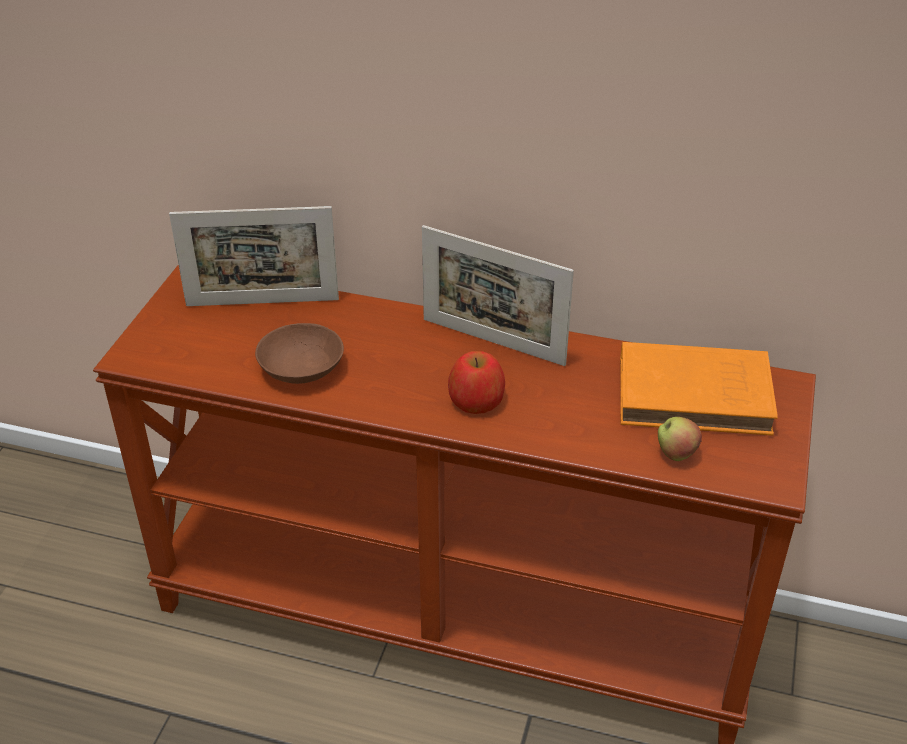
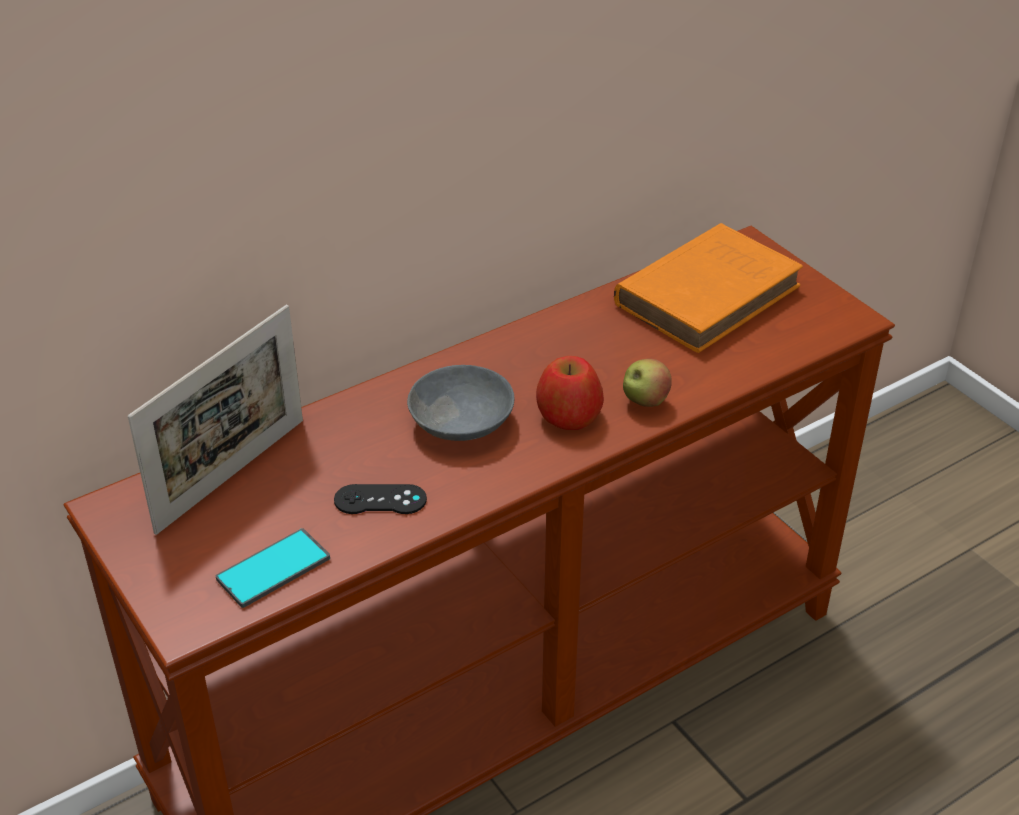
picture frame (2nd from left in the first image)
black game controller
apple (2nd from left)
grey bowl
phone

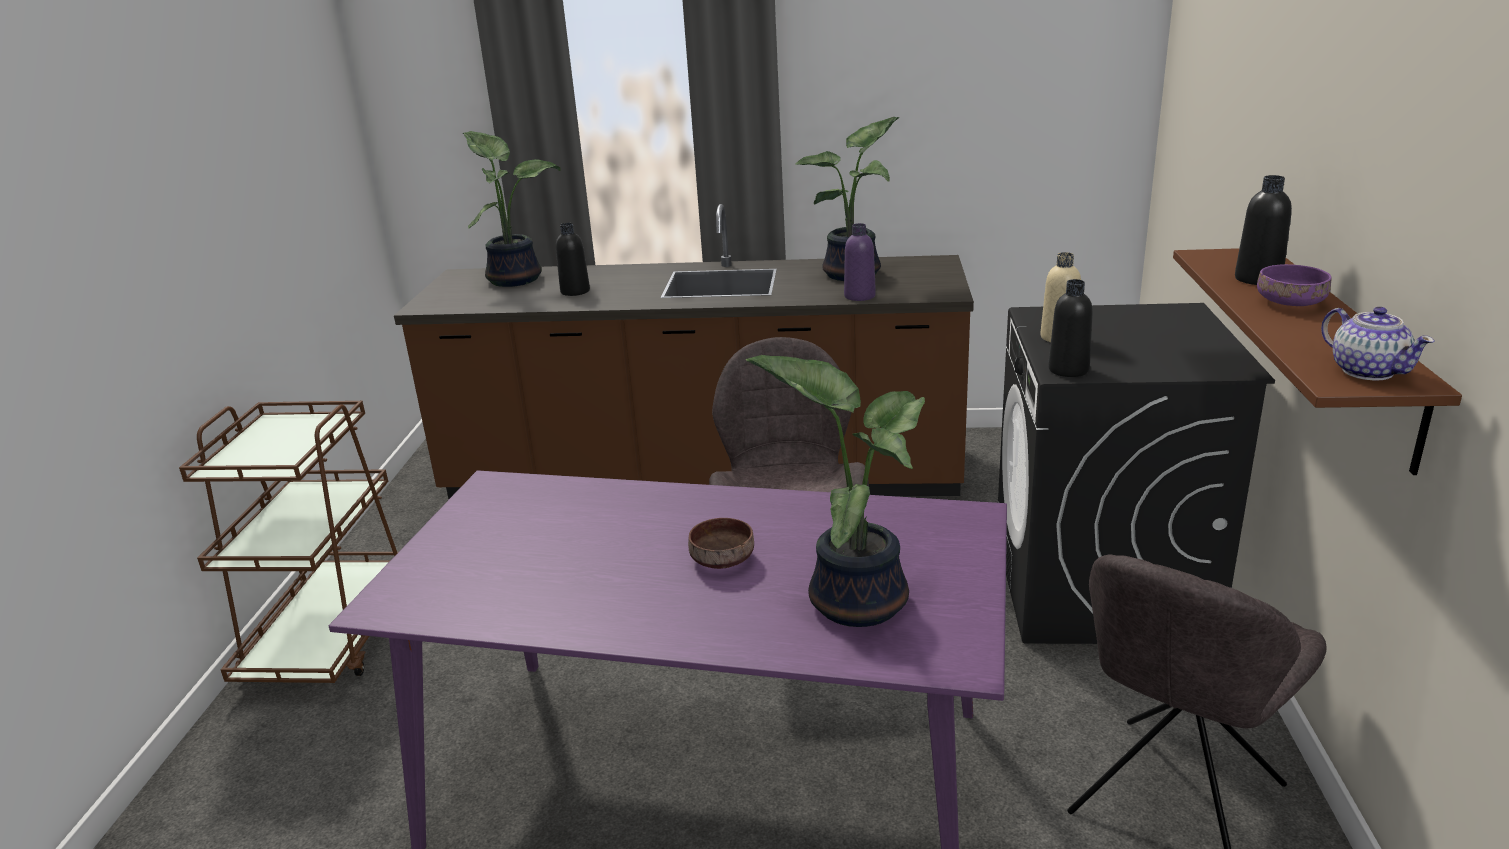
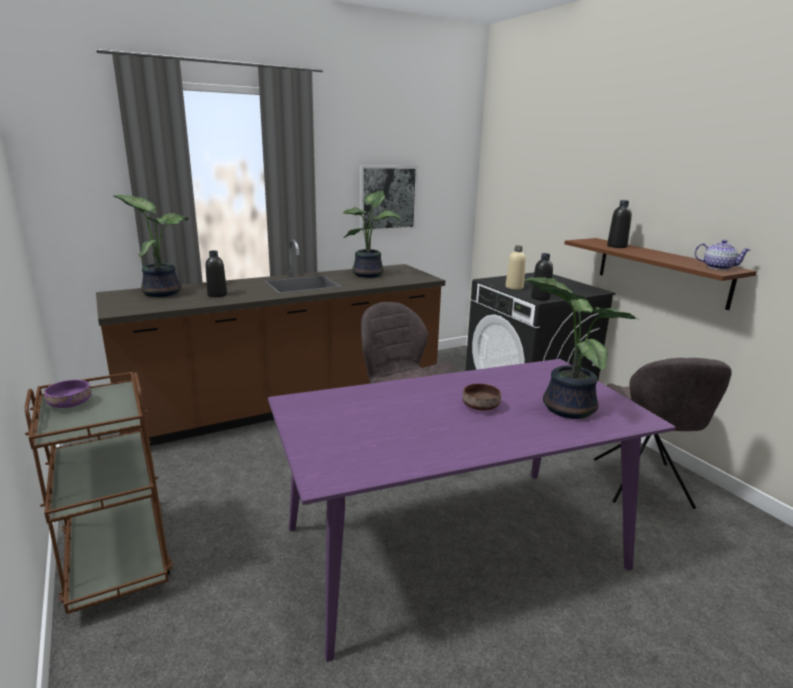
purple bottle
purple bowl
picture

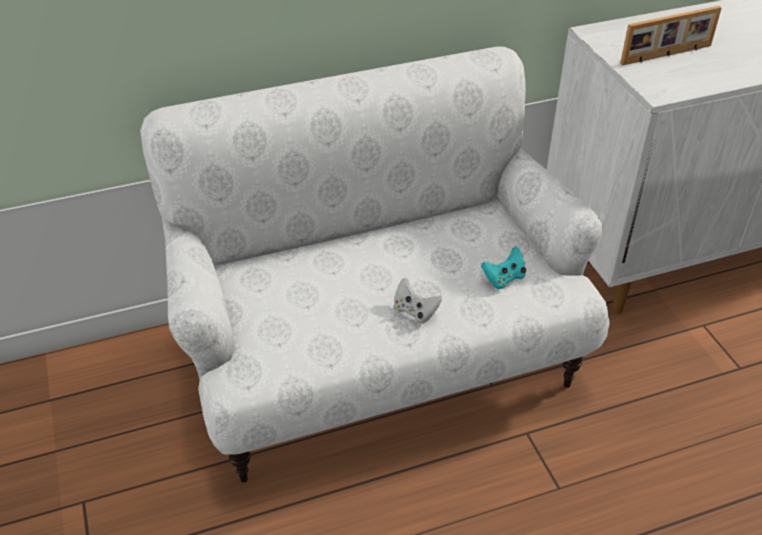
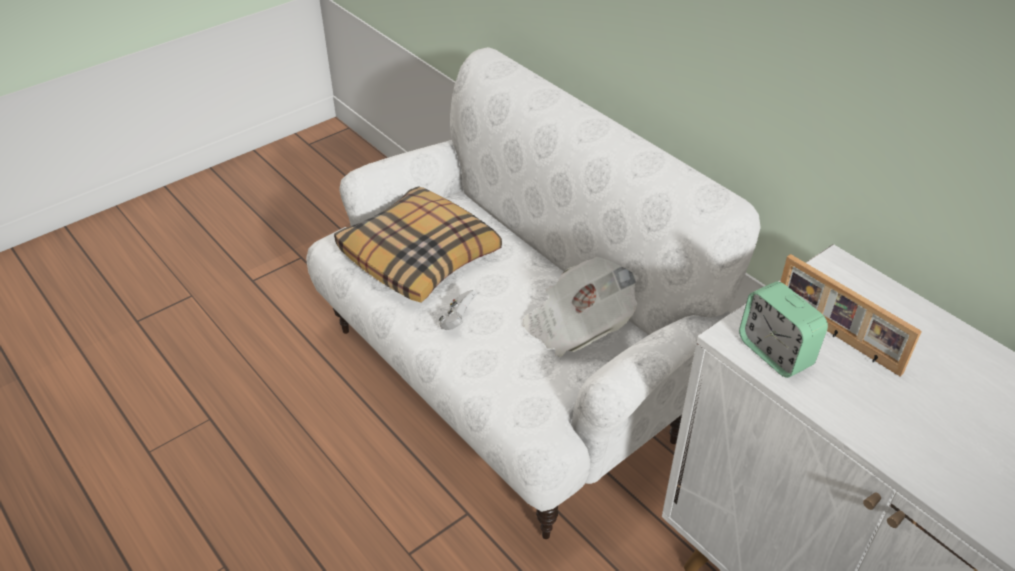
turquoise game controller
pillow
newspaper
alarm clock

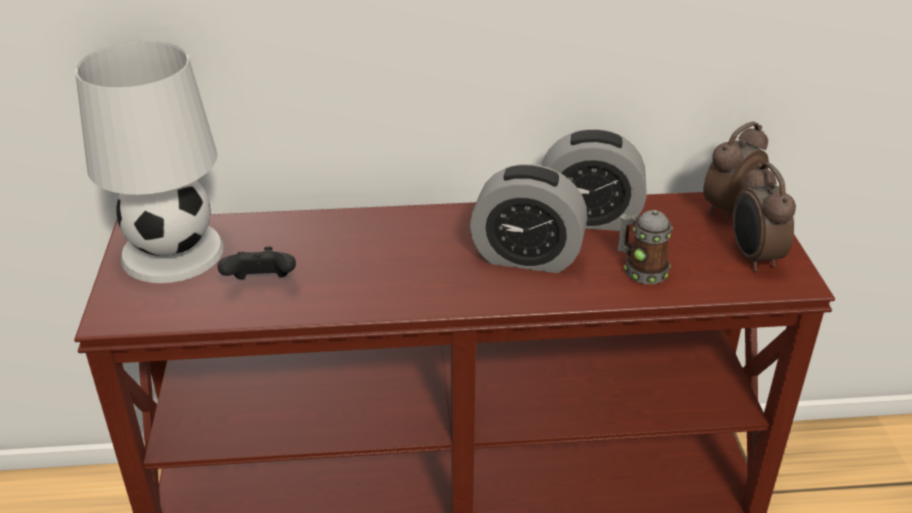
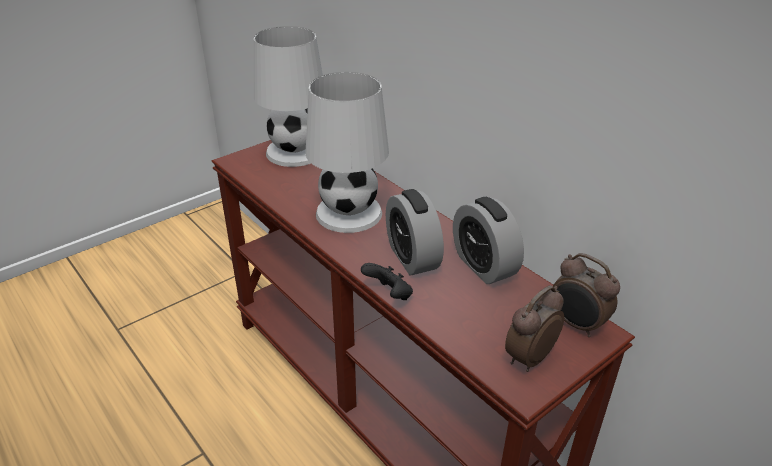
alarm clock (4th from left)
mug
black game controller
white table lamp (2nd from left)

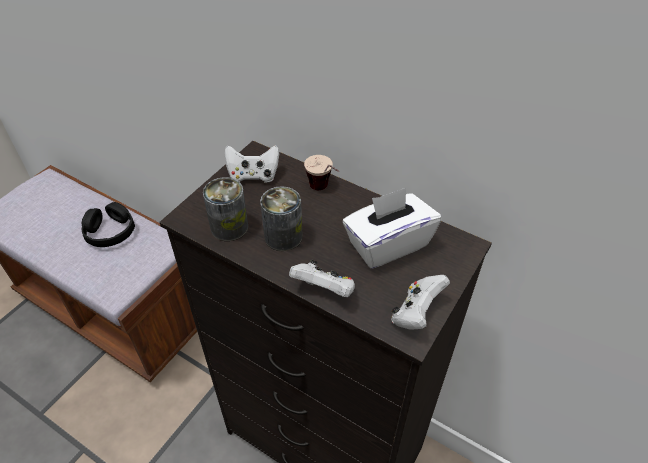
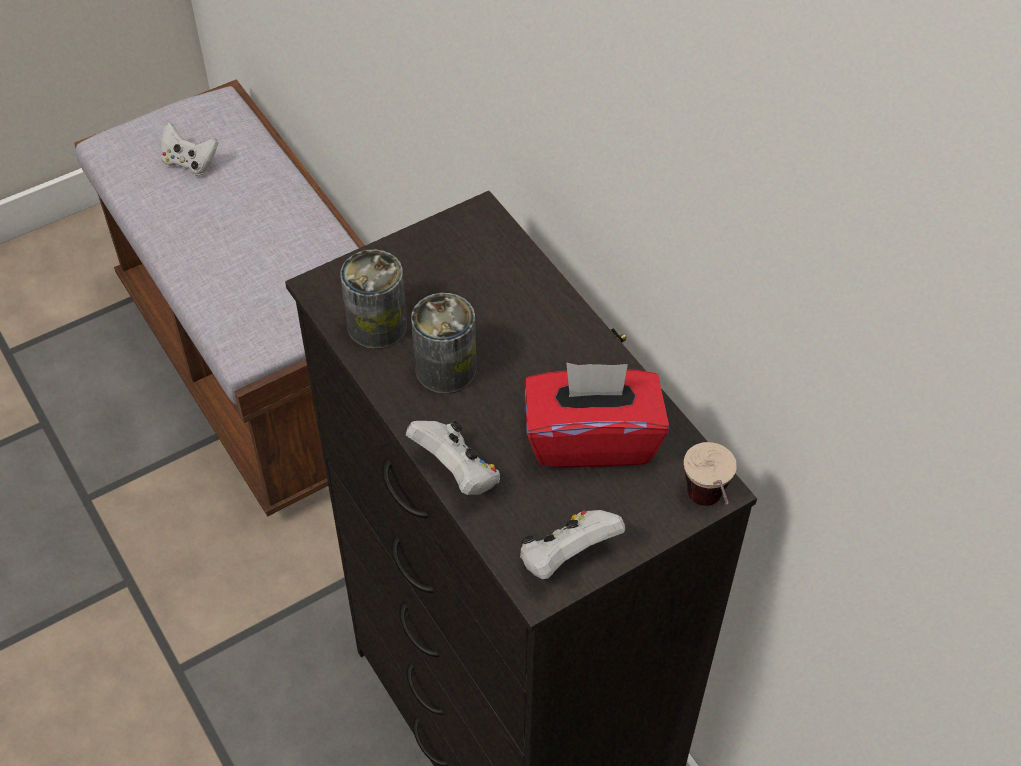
white game controller (1st from left)
cup
red tissue box
black headphones

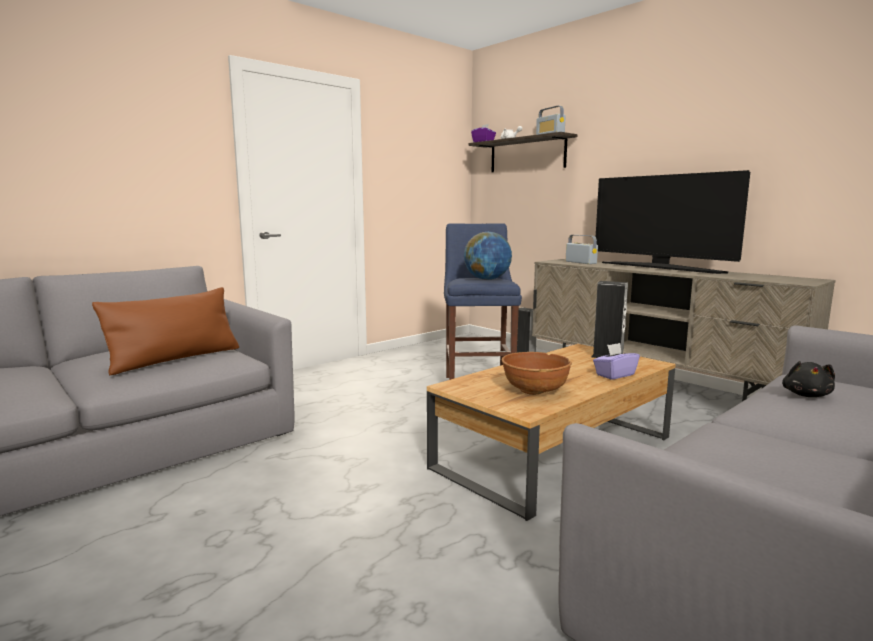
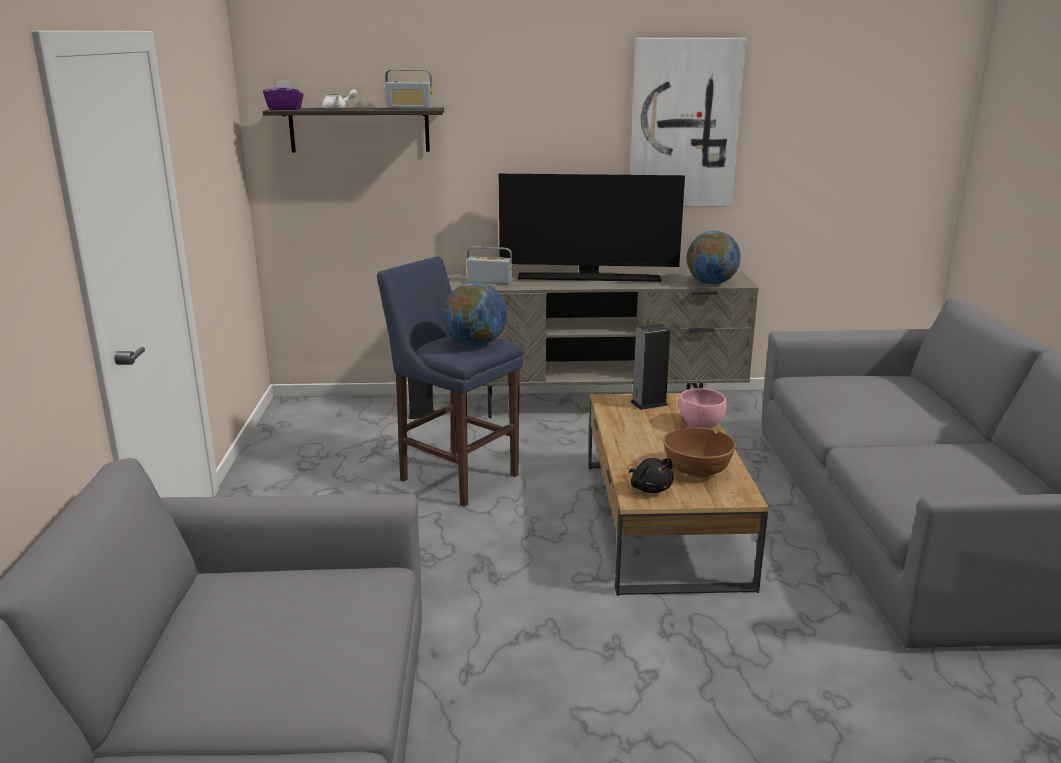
brown pillow
pink bowl
black plush toy
picture
globe (2nd from left)

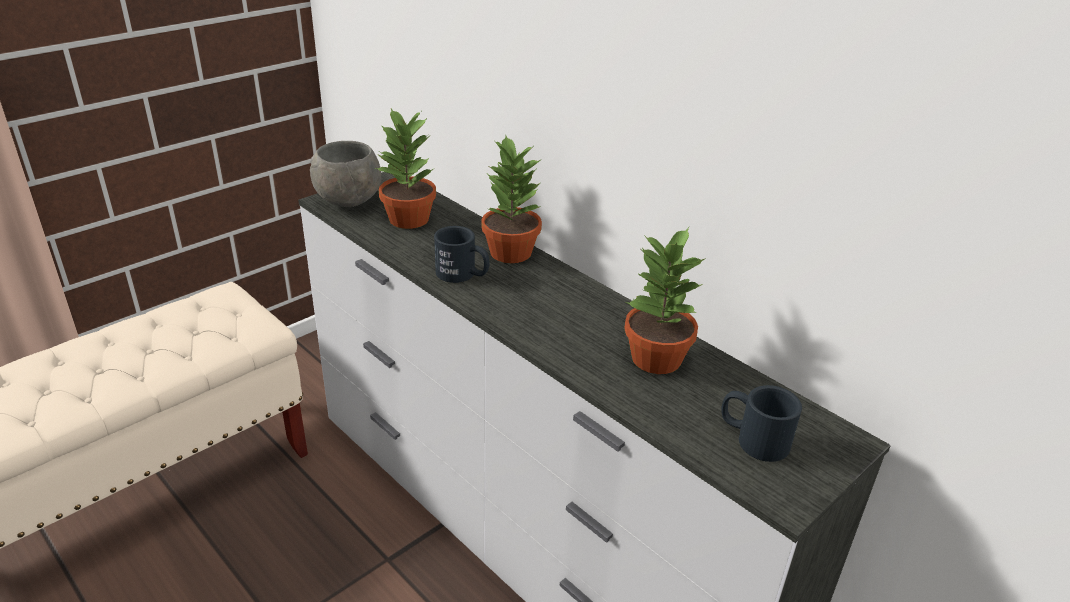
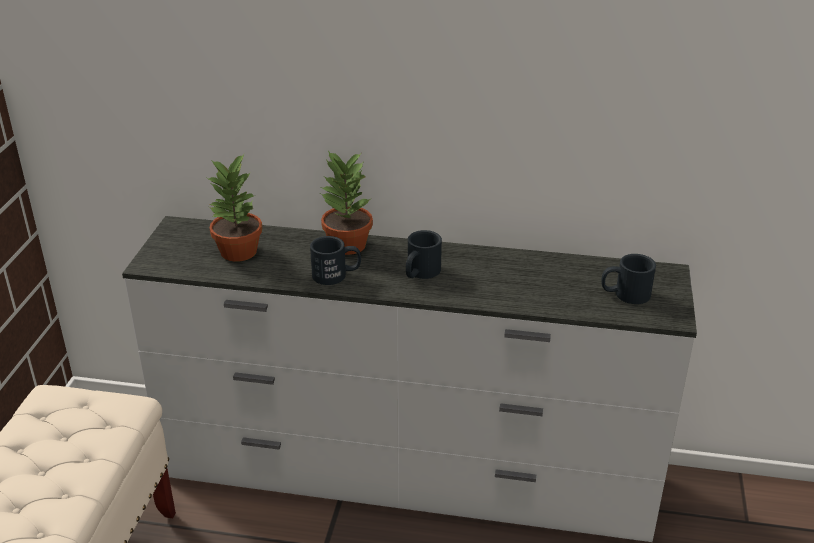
grey bowl
potted plant (3rd from left in the first image)
black mug (2nd from left)

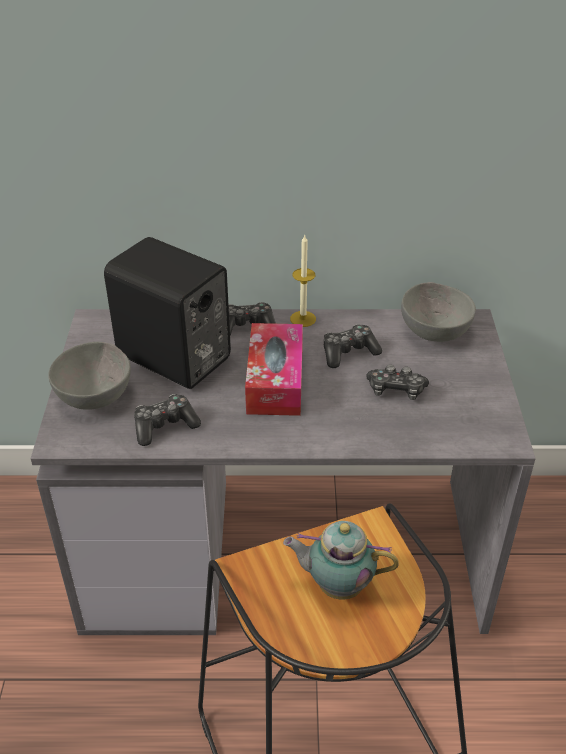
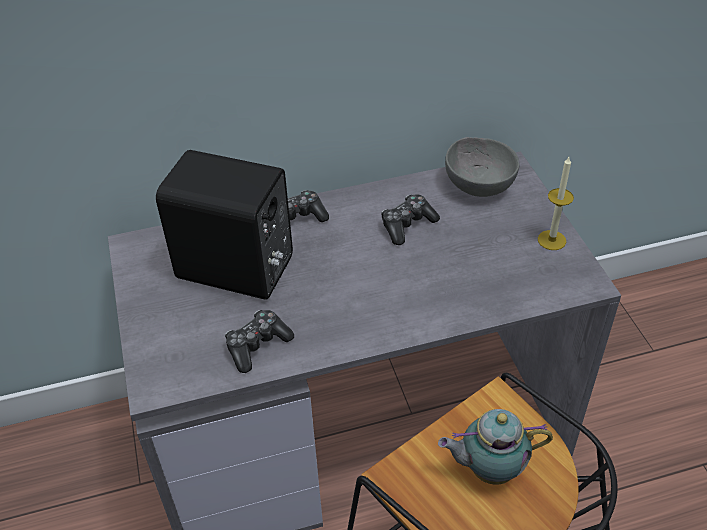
candle
tissue box
grey bowl (1st from left in the first image)
game controller (4th from left in the first image)

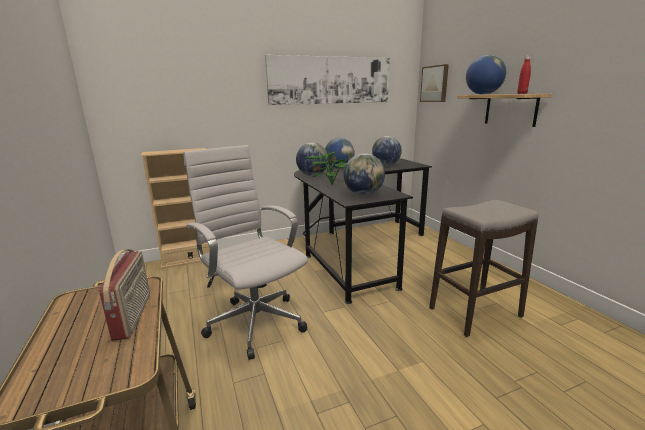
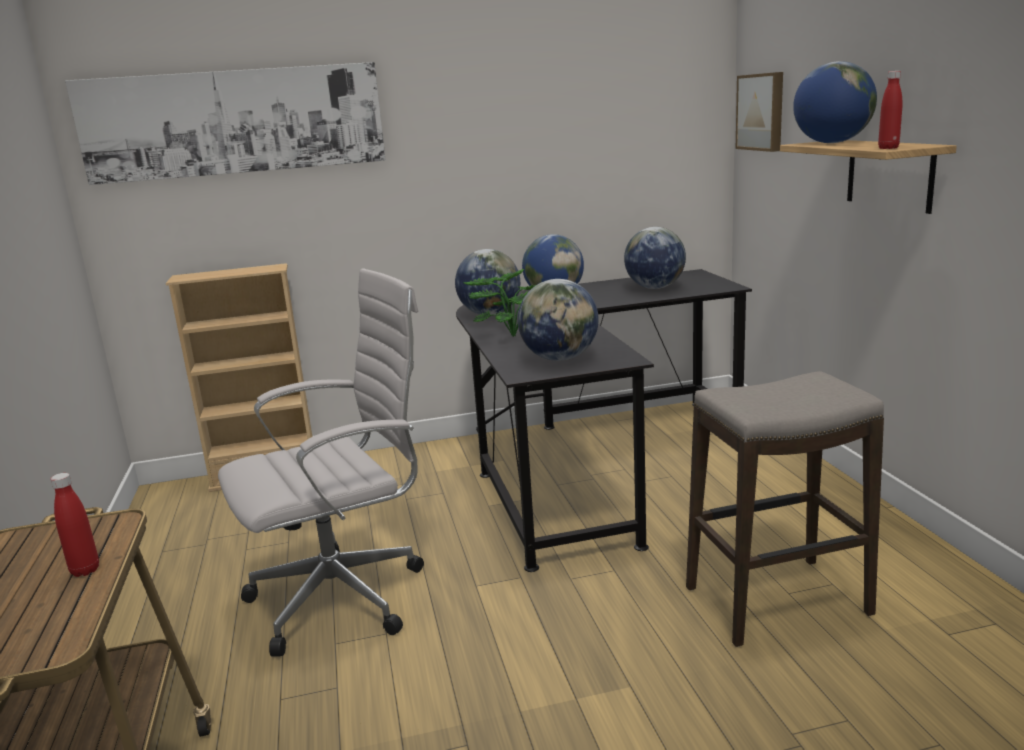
picture (1st from left)
white office chair
red bottle (1st from left)

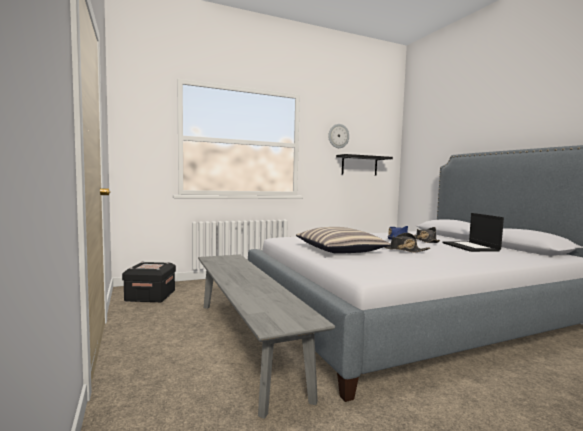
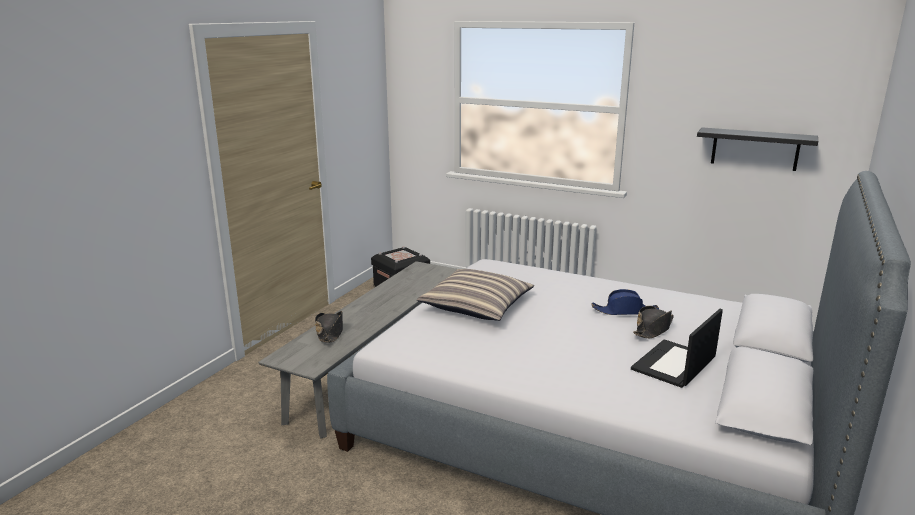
wall clock
black hat (1st from left)

